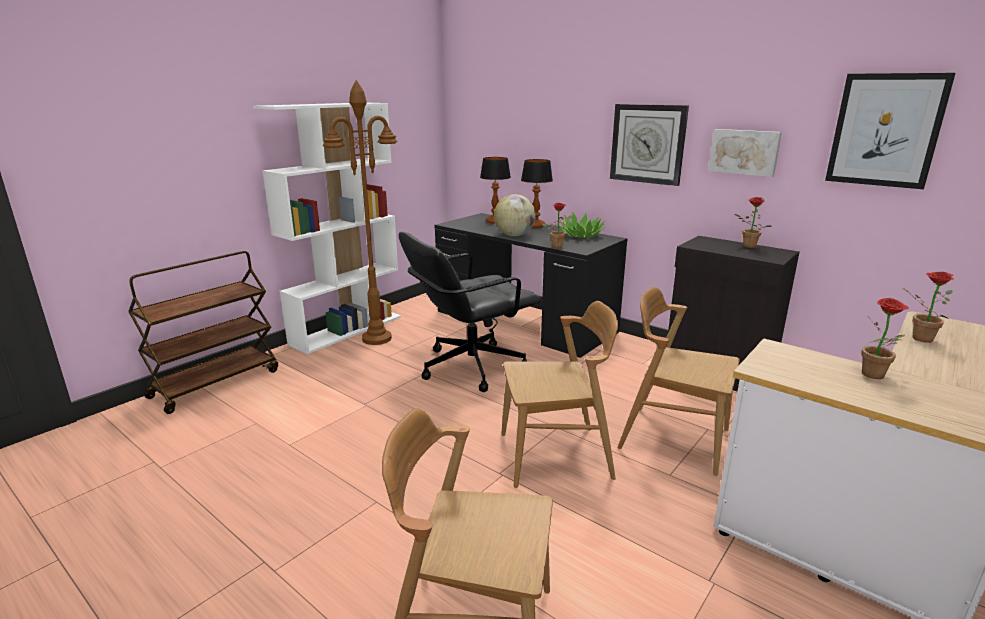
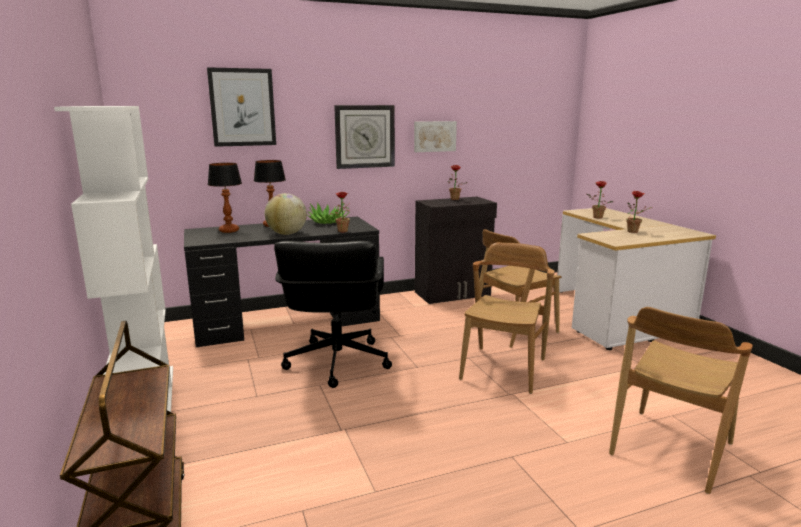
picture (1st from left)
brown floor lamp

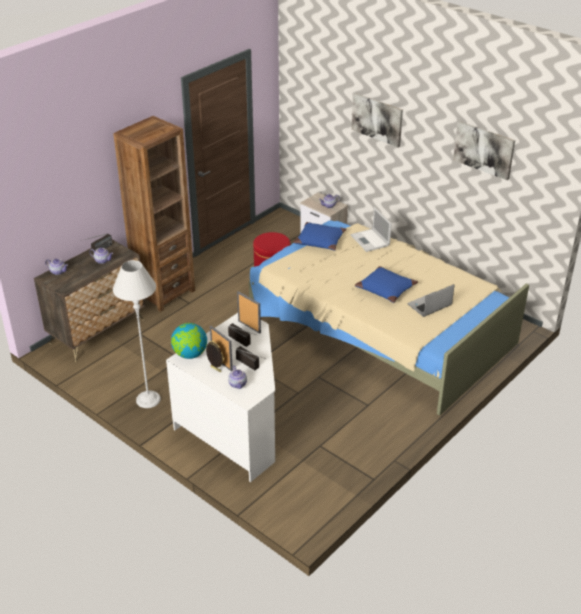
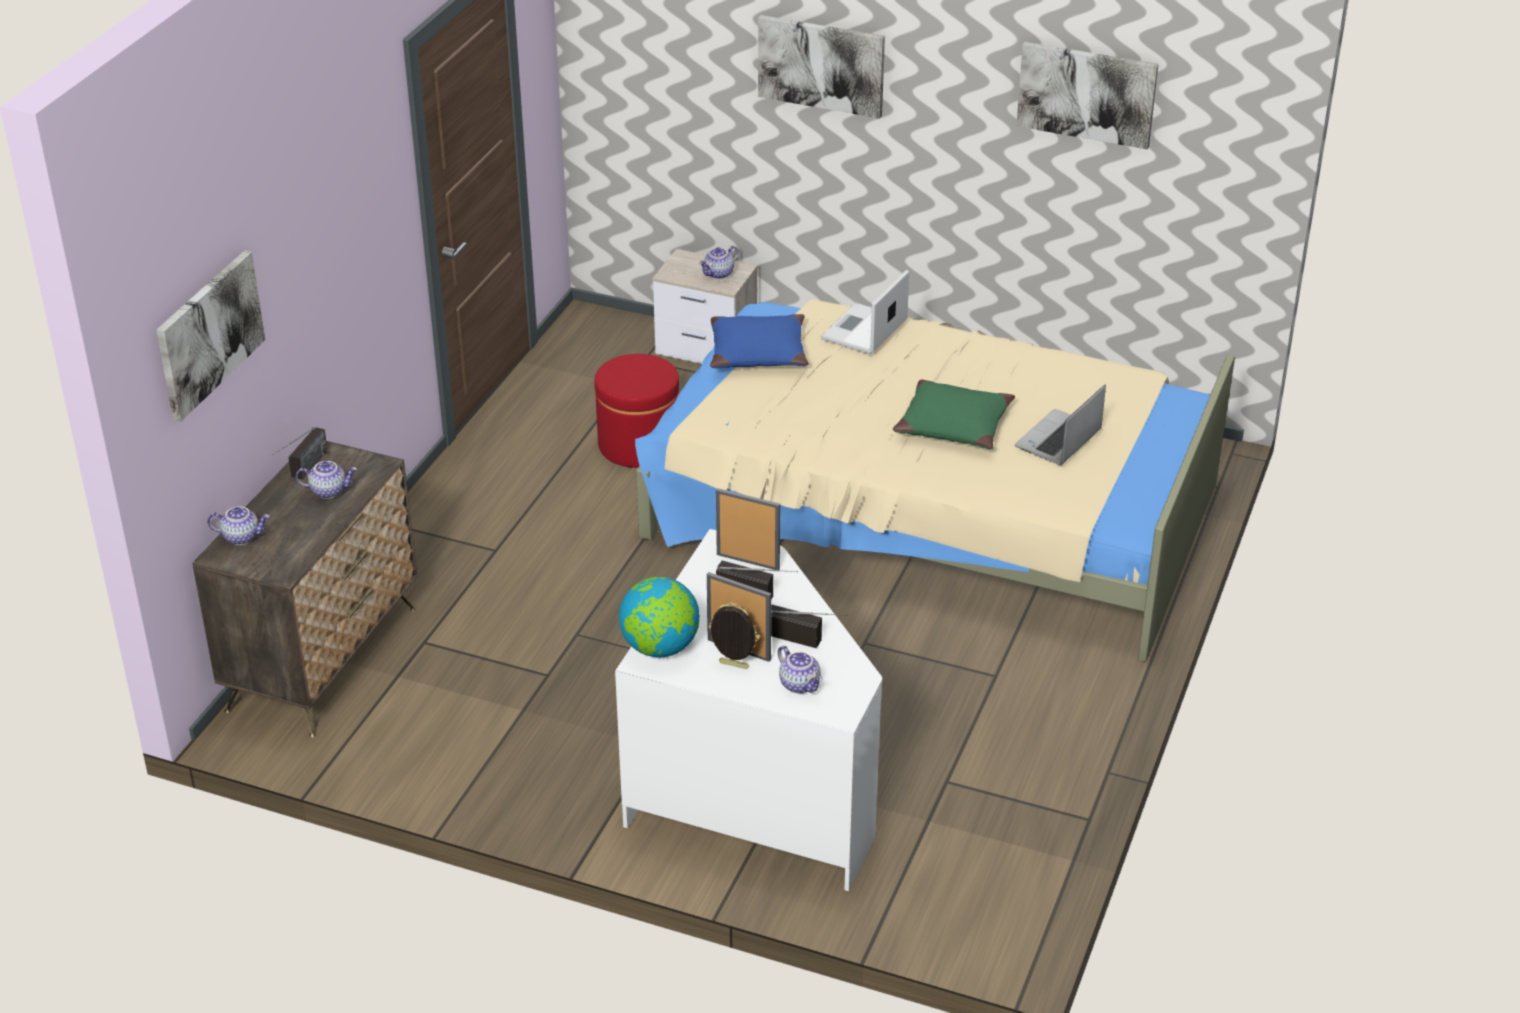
brown bookcase
laptop (1st from left)
grey floor lamp
green pillow
picture (1st from left)

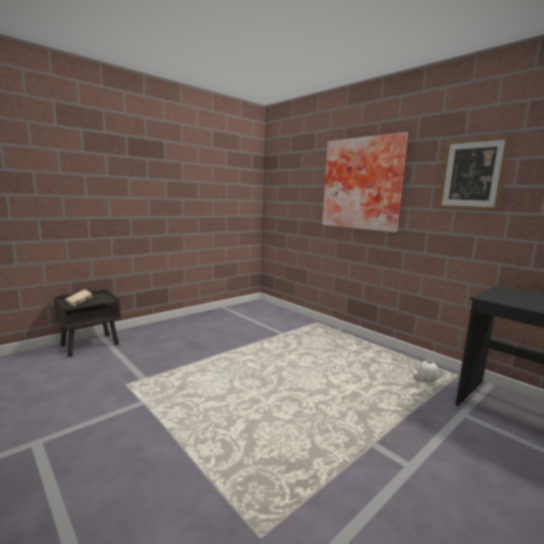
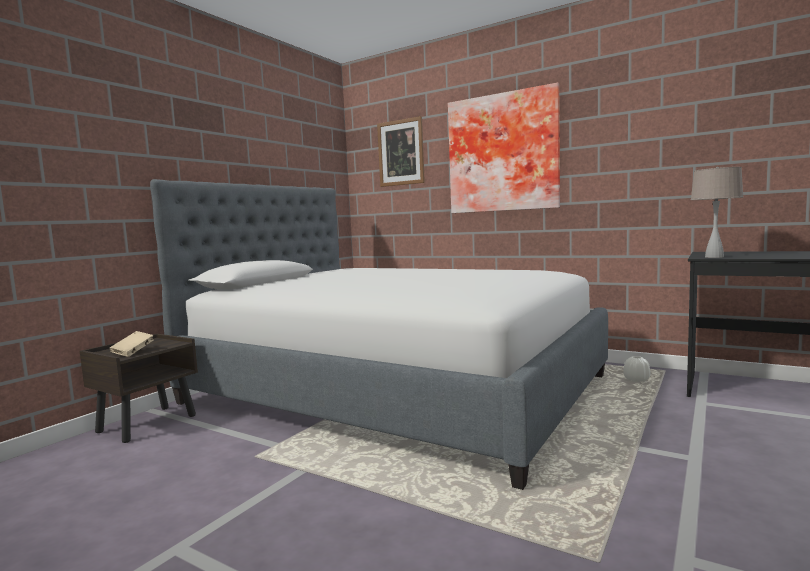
picture (1st from left)
beige table lamp
bed

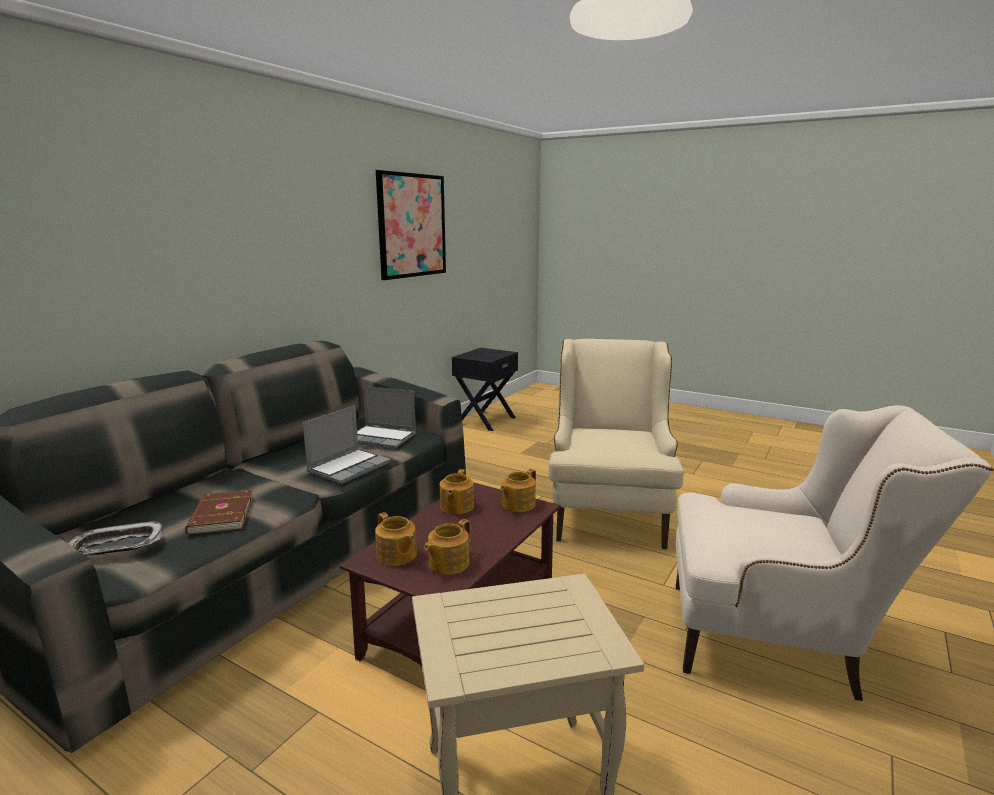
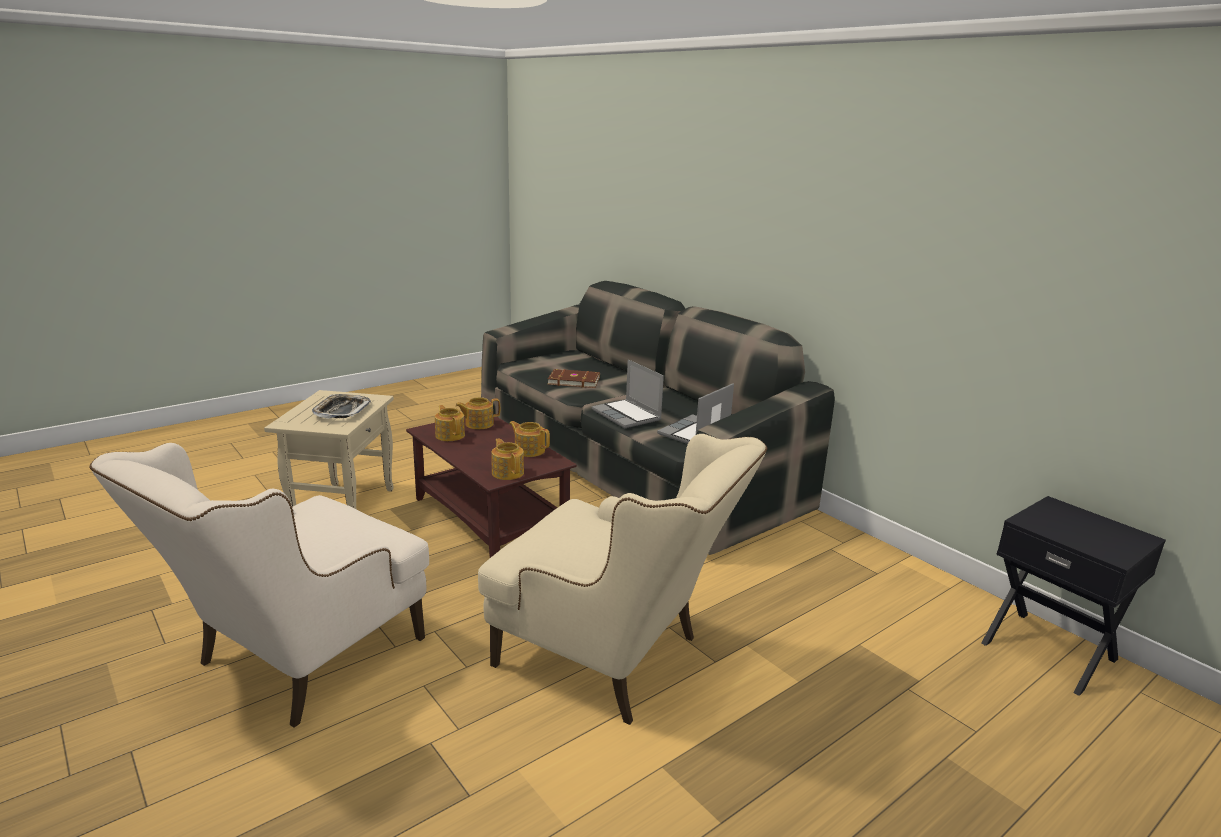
picture
tray

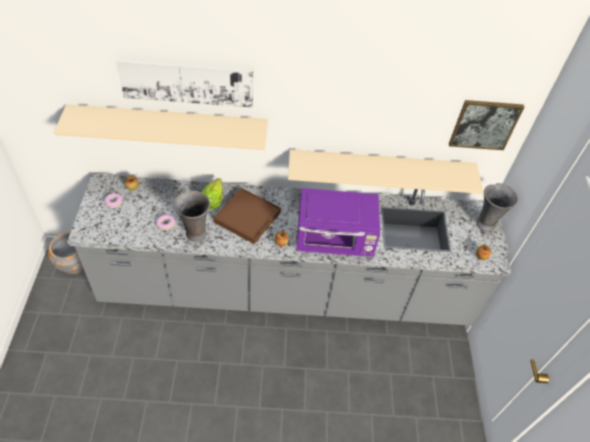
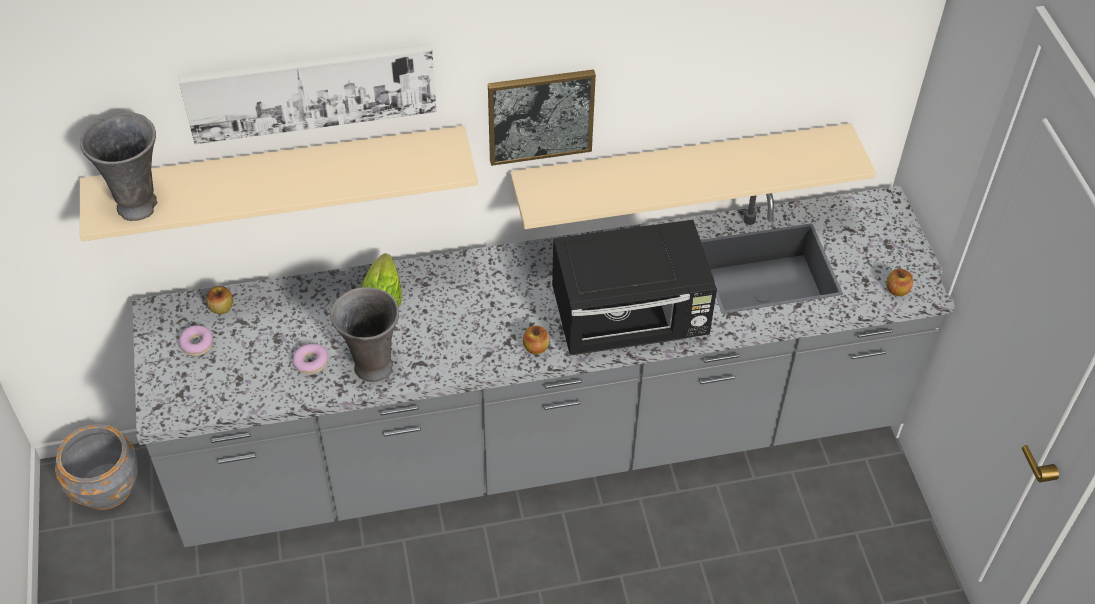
picture (2nd from left)
grey vase (1st from left)
brown tray
black microwave

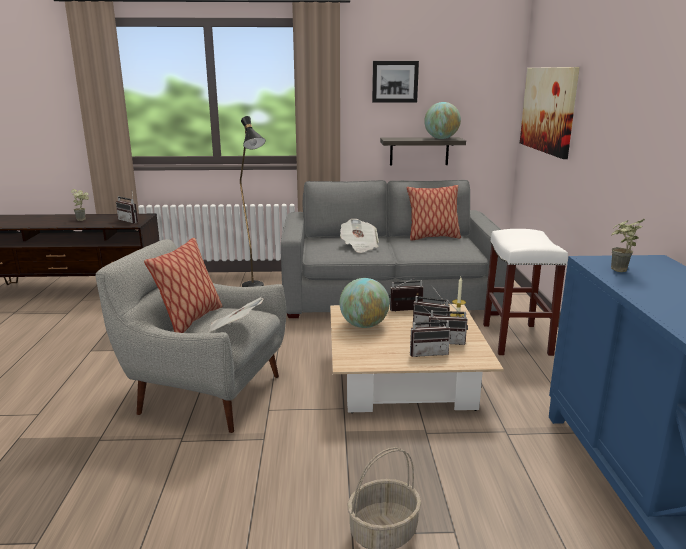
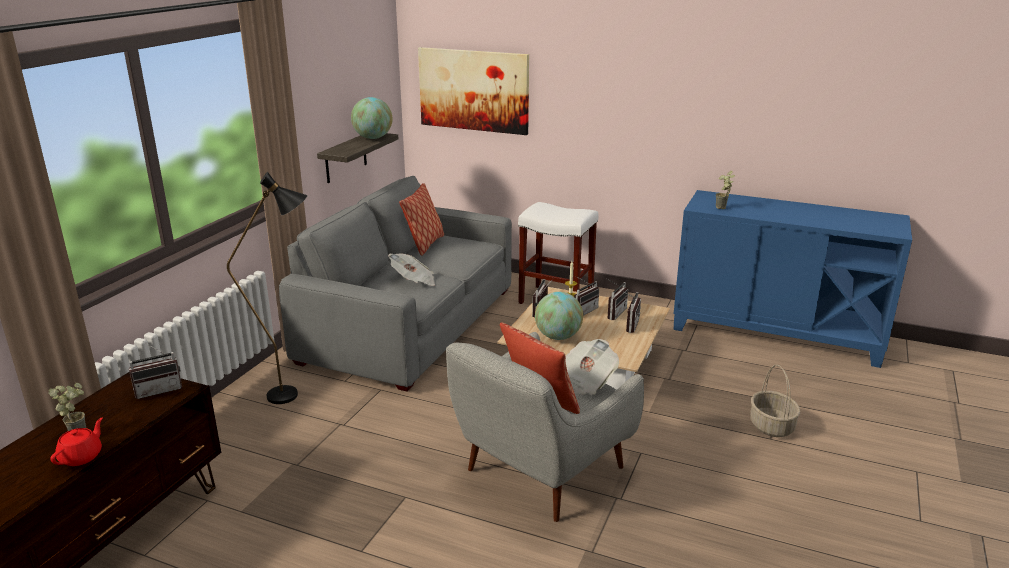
picture (1st from left in the first image)
red teapot

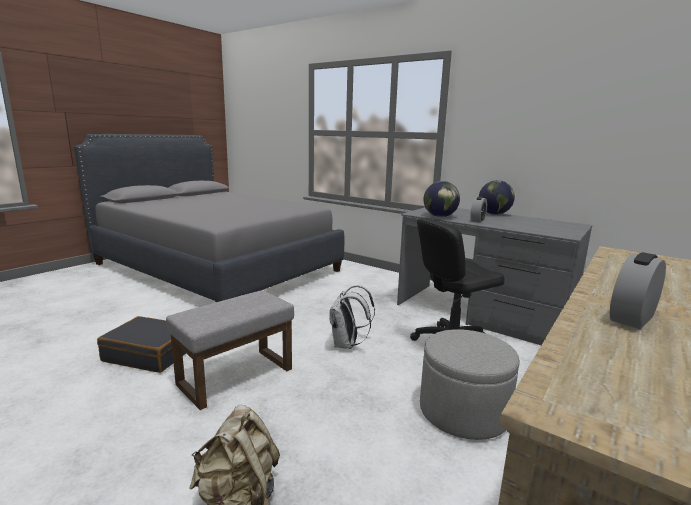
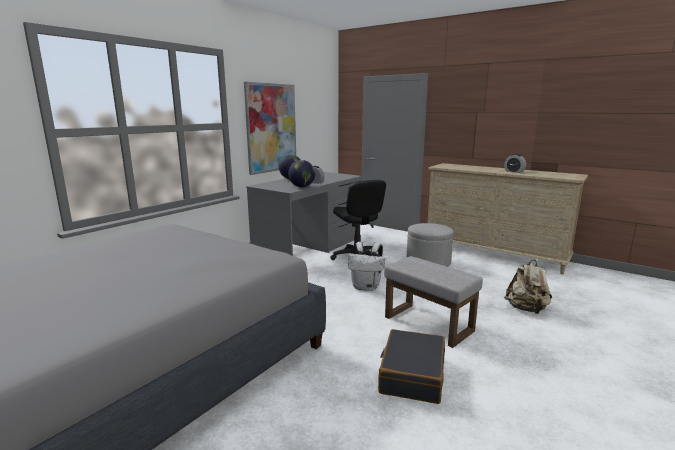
picture

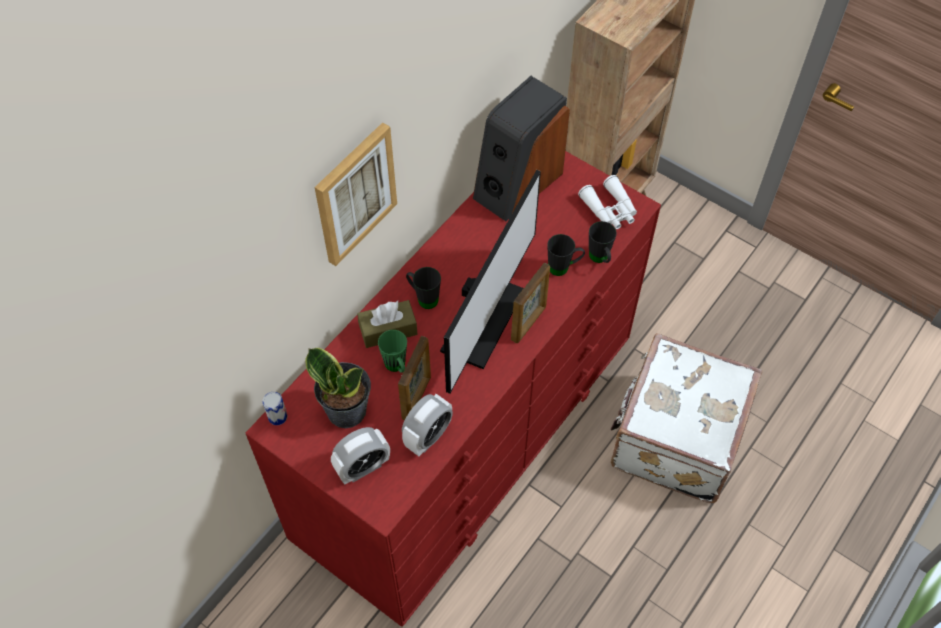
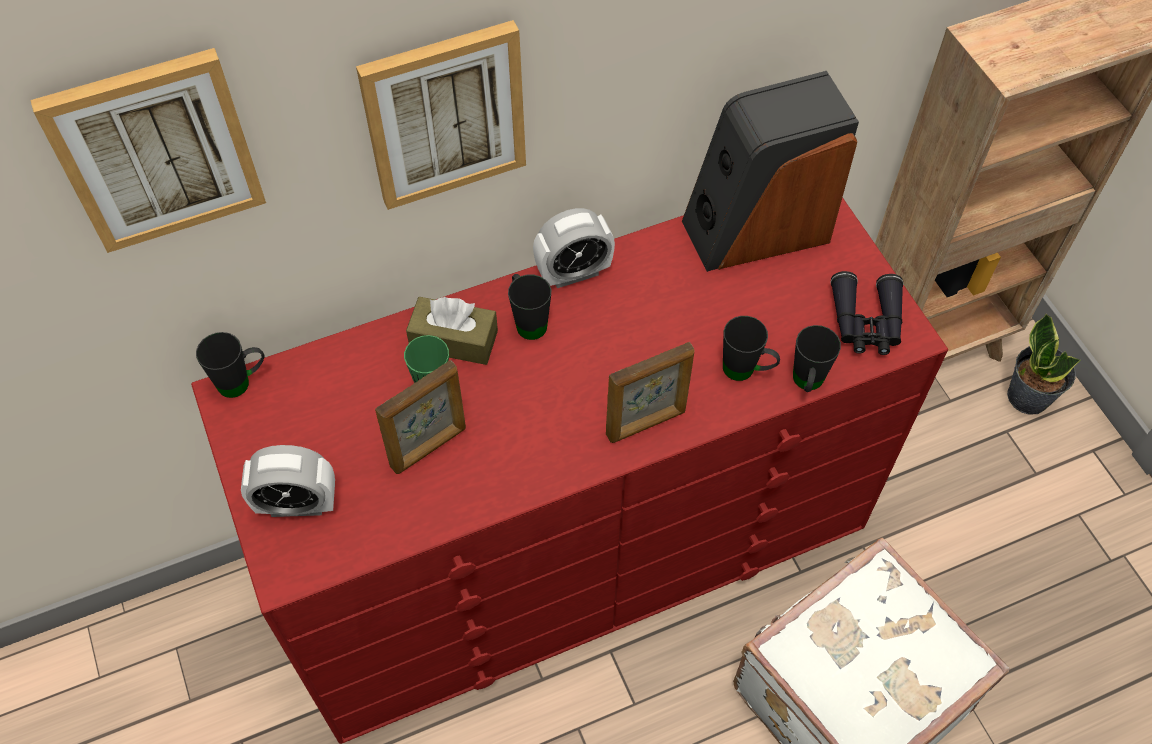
monitor
black binoculars
potted plant
black mug (1st from left)
alarm clock (2nd from left)
picture (1st from left)

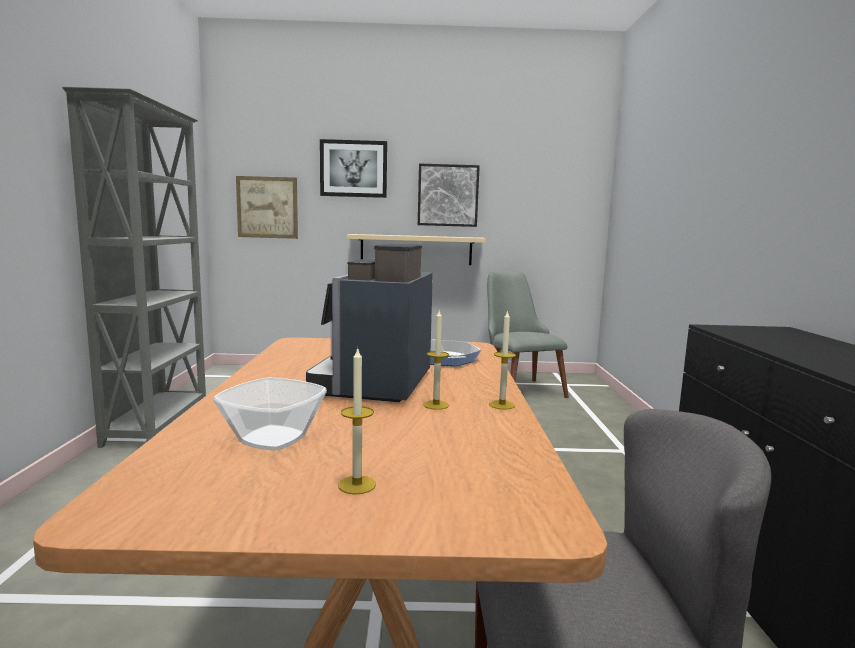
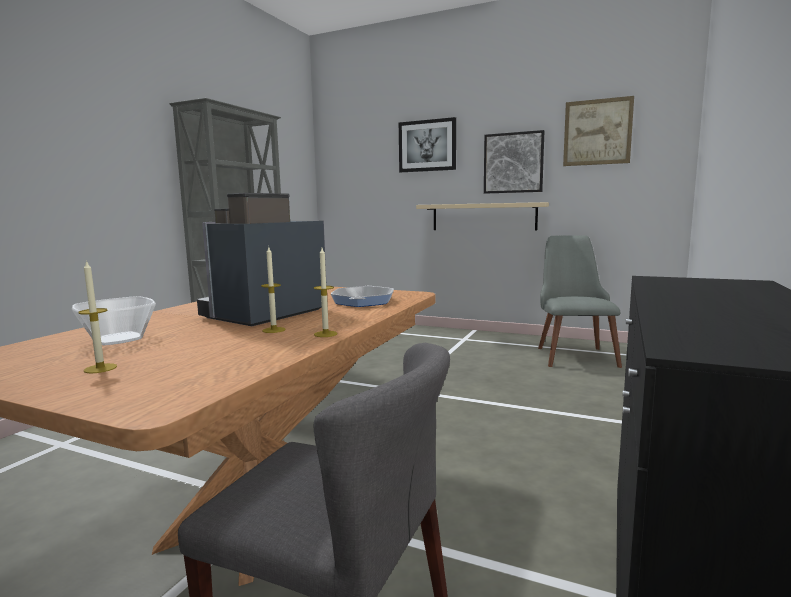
picture (3rd from left)

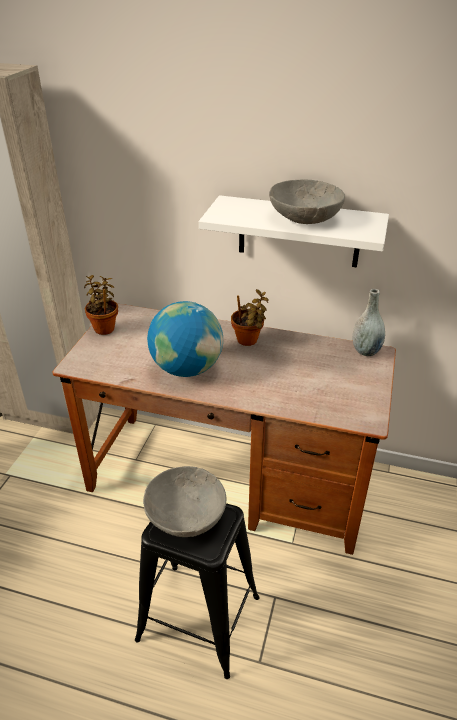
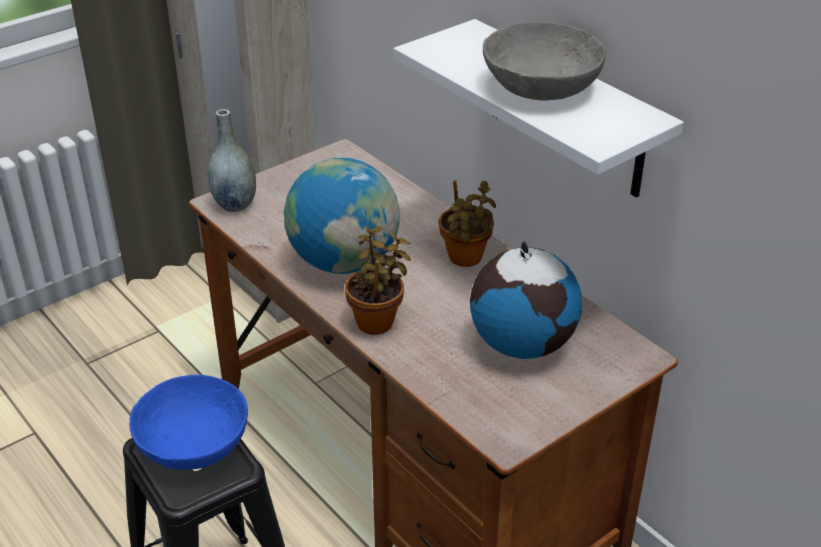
potted plant (1st from left)
grey vase
blue bowl
globe (2nd from left)

